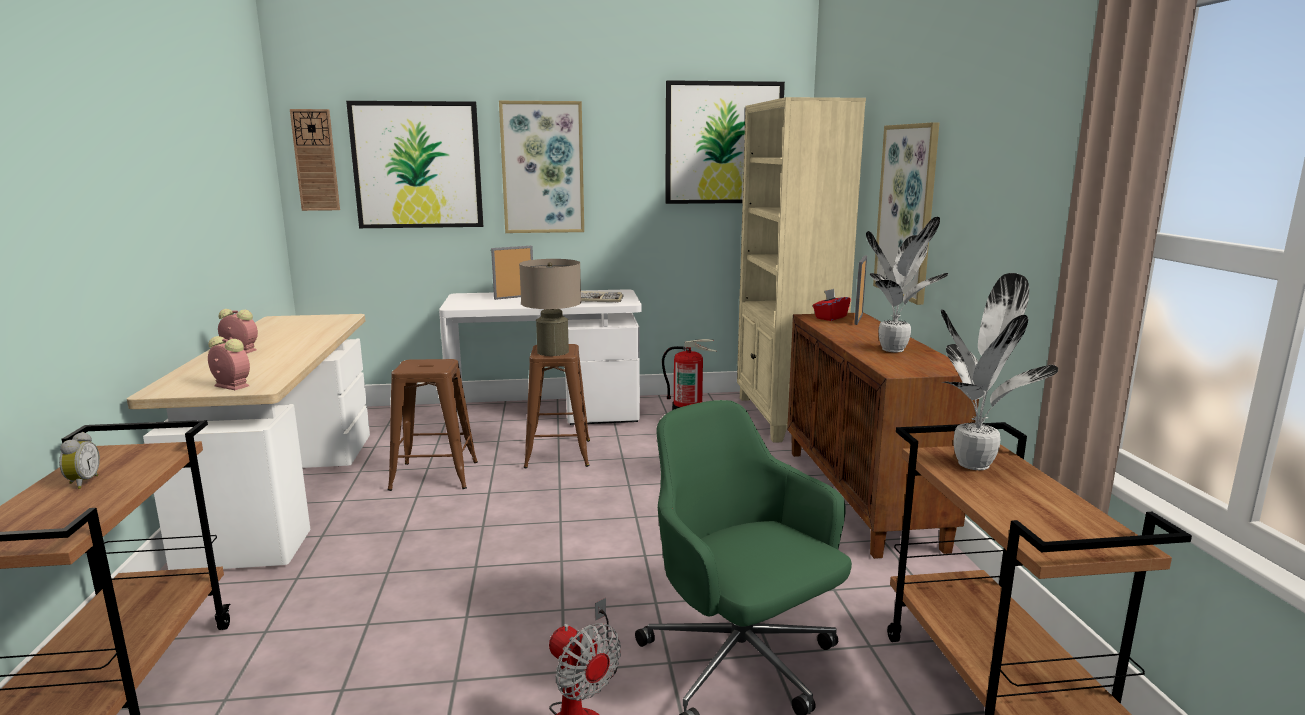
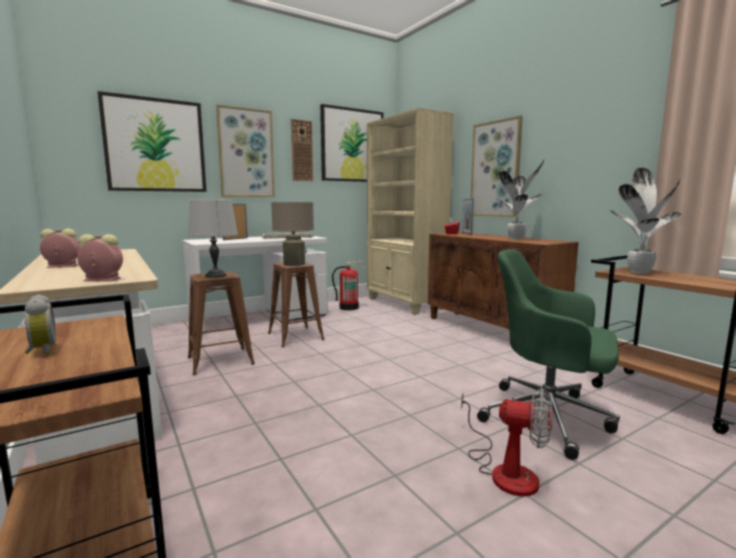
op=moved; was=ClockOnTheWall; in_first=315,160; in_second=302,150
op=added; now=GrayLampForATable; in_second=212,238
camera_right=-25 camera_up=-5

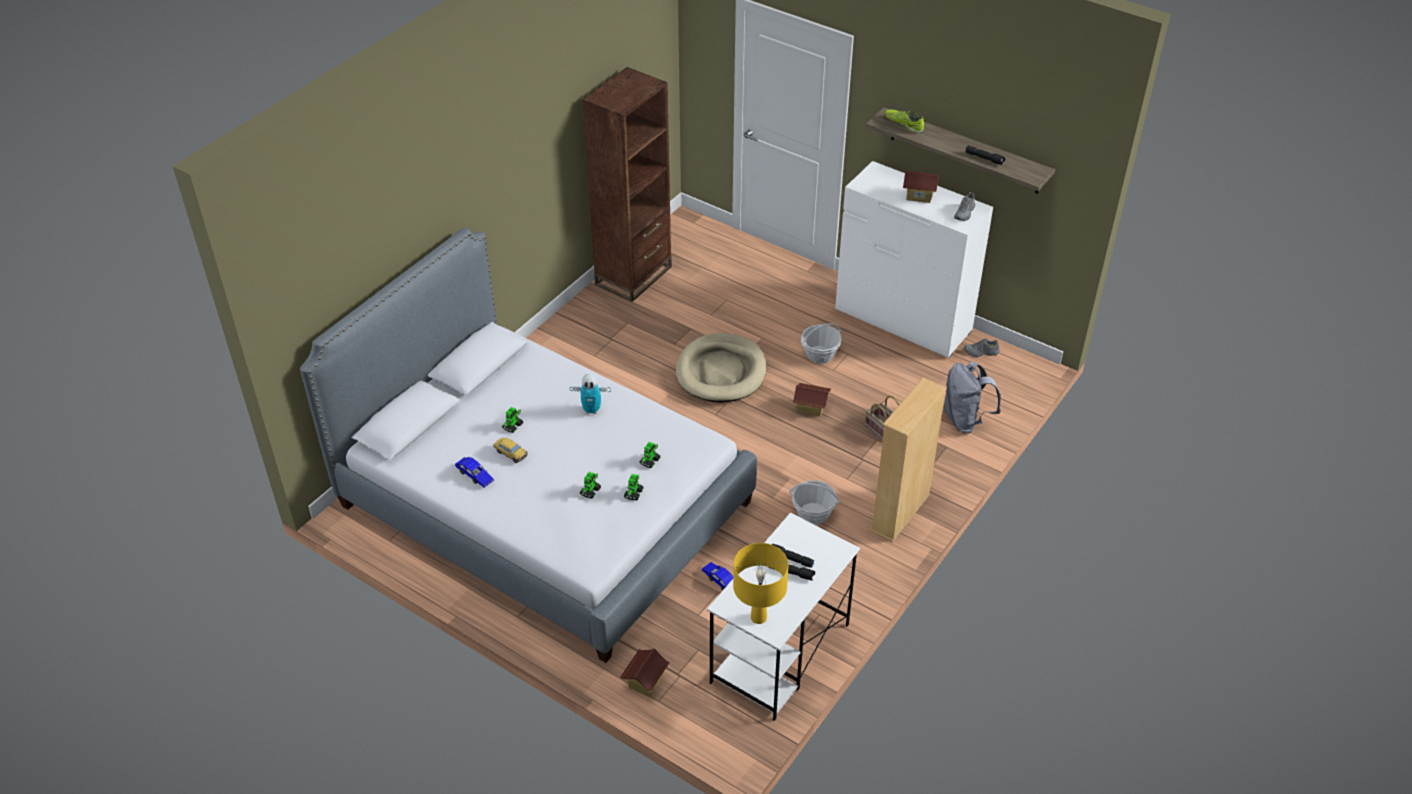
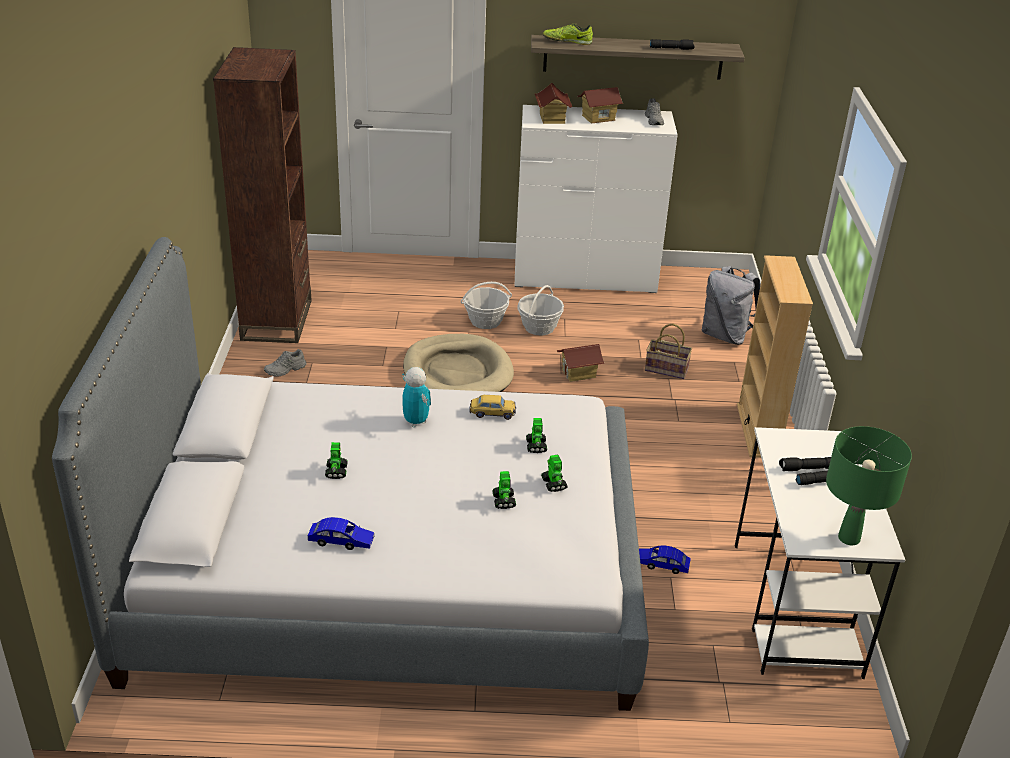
op=moved; was=ToyCar; in_first=511,450; in_second=492,407
op=turned; was=ModelRobot; in_first=590,394; in_second=416,397; clockwise=-90
op=moved; was=ModelHouse; in_first=645,672; in_second=553,103
op=recoloured; was=YellowColouredLampForATable; now=GreenishLampForATable; in_first=760,583; in_second=869,486
op=moved; was=HouseholdBasket; in_first=815,502; in_second=486,305
op=moved; was=GrayShoe; in_first=982,347; in_second=285,363
camera_right=-35 camera_up=-10

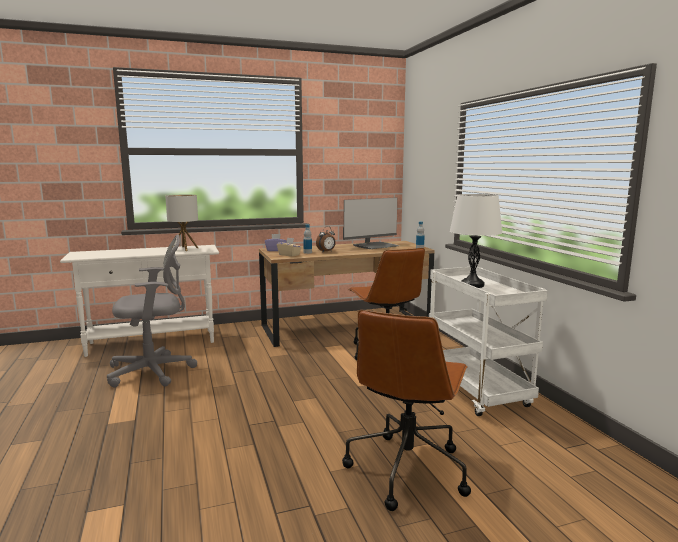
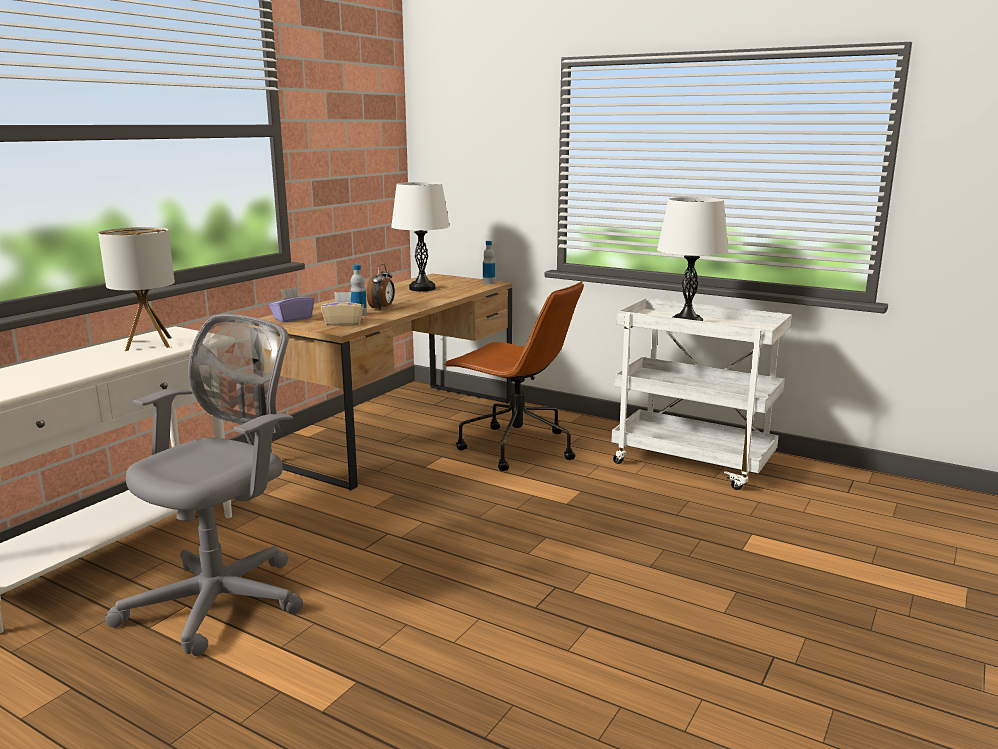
op=removed; was=BrownColouredDeskChair; in_first=406,410
op=replaced; was=ComputerScreen; now=WhiteColouredLampForATable; in_first=371,223; in_second=420,236
camera_right=-40 camera_up=5

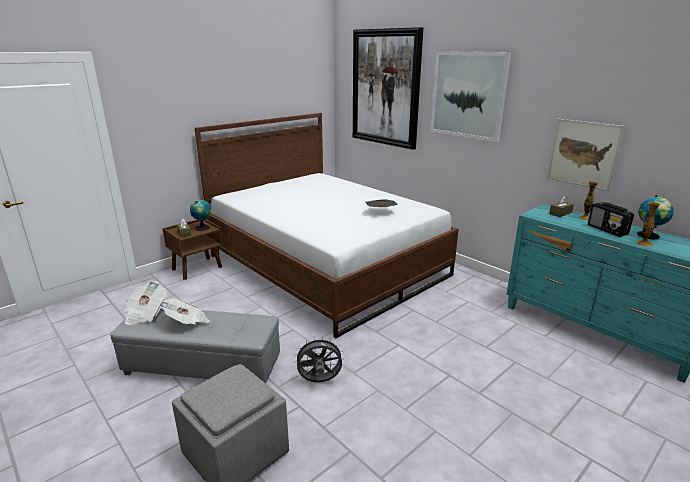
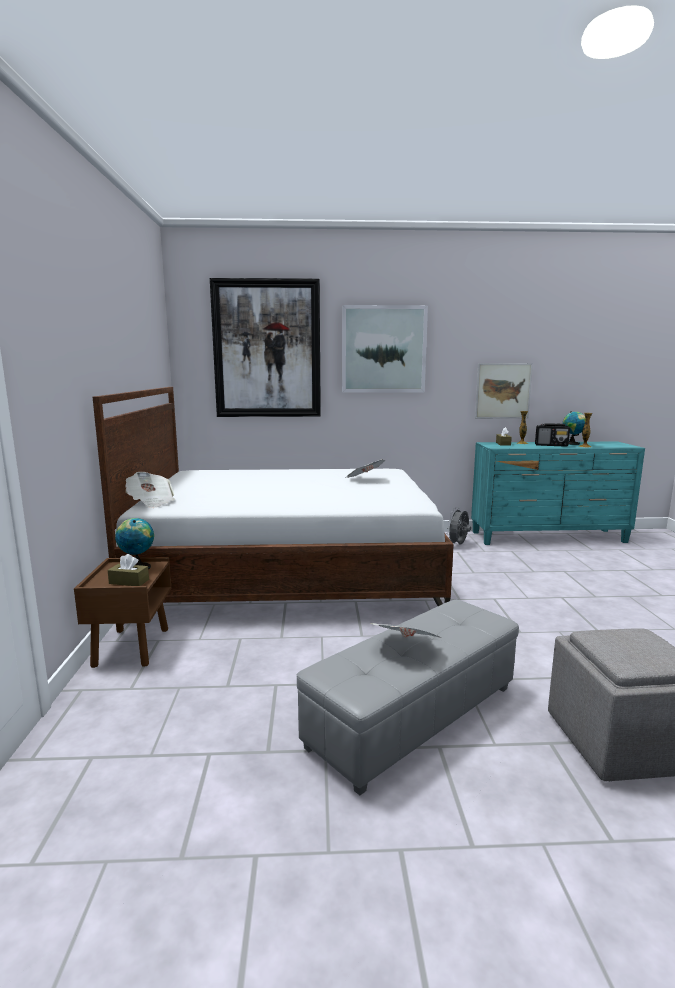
op=moved; was=PrintedPaper; in_first=146,303; in_second=150,490
op=moved; was=GrayElectricFan; in_first=319,359; in_second=458,525
camera_right=-50 camera_up=-10

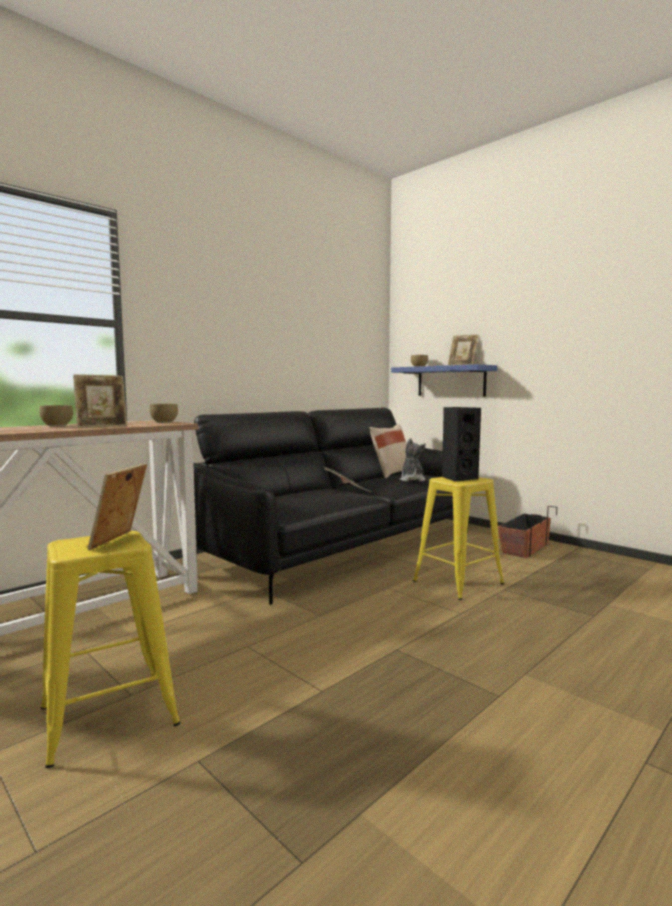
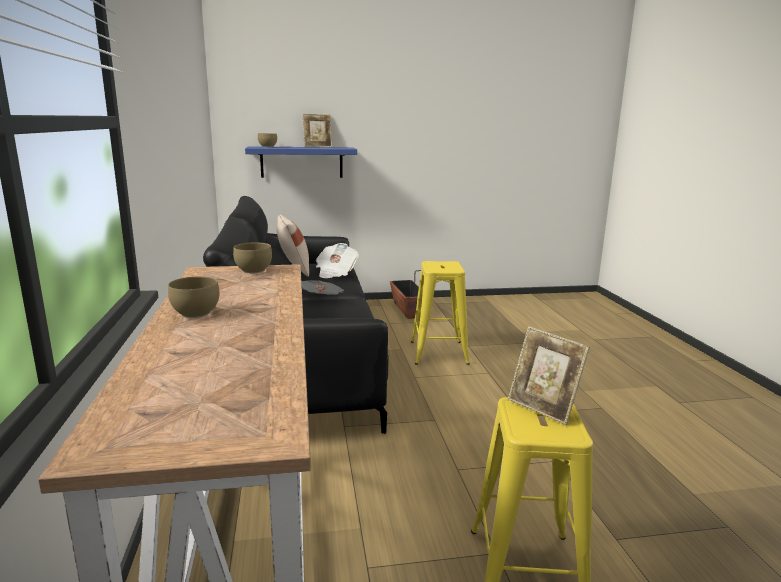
op=removed; was=PhotoFrame; in_first=100,401
op=replaced; was=CuddlyToy; now=PrintedPaper; in_first=412,460; in_second=337,260
op=removed; was=BlackColouredLoudspeaker; in_first=461,444
camera_right=-55 camera_up=10

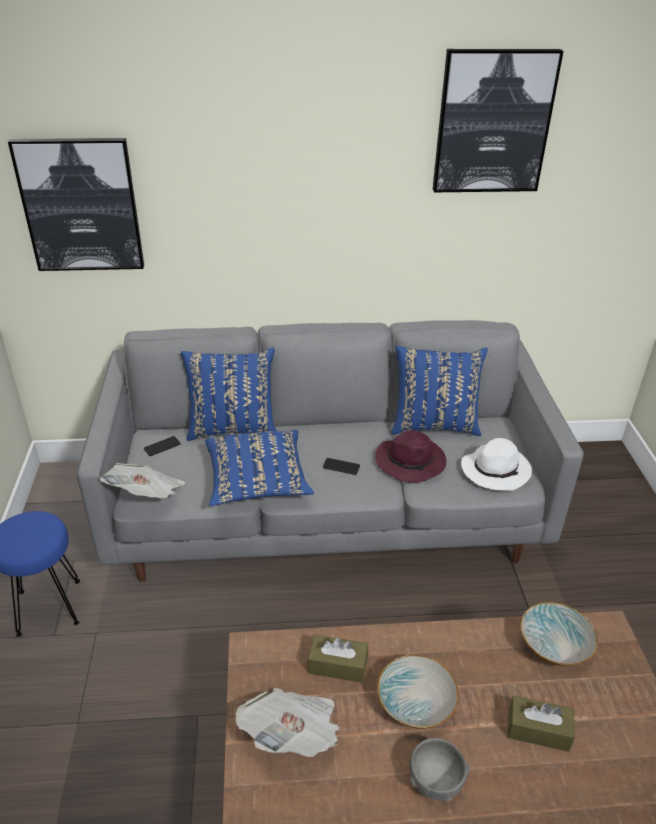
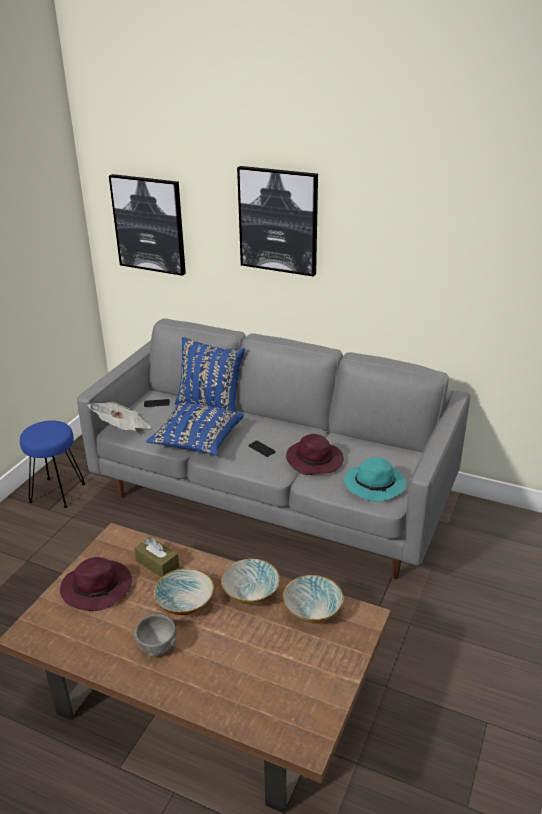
op=replaced; was=PrintedPaper; now=PurpleColouredClothingHat; in_first=287,722; in_second=96,584
op=removed; was=BluishThrowPillow; in_first=439,391
op=moved; was=Picture; in_first=498,120; in_second=277,221
op=recoloured; was=WhiteColouredClothingHat; now=TurquoiseClothingHat; in_first=496,464; in_second=375,479
op=removed; was=BrownColouredTissueBox; in_first=541,723
op=added; now=DeepDish; in_second=250,581
camera_right=30 camera_up=-5

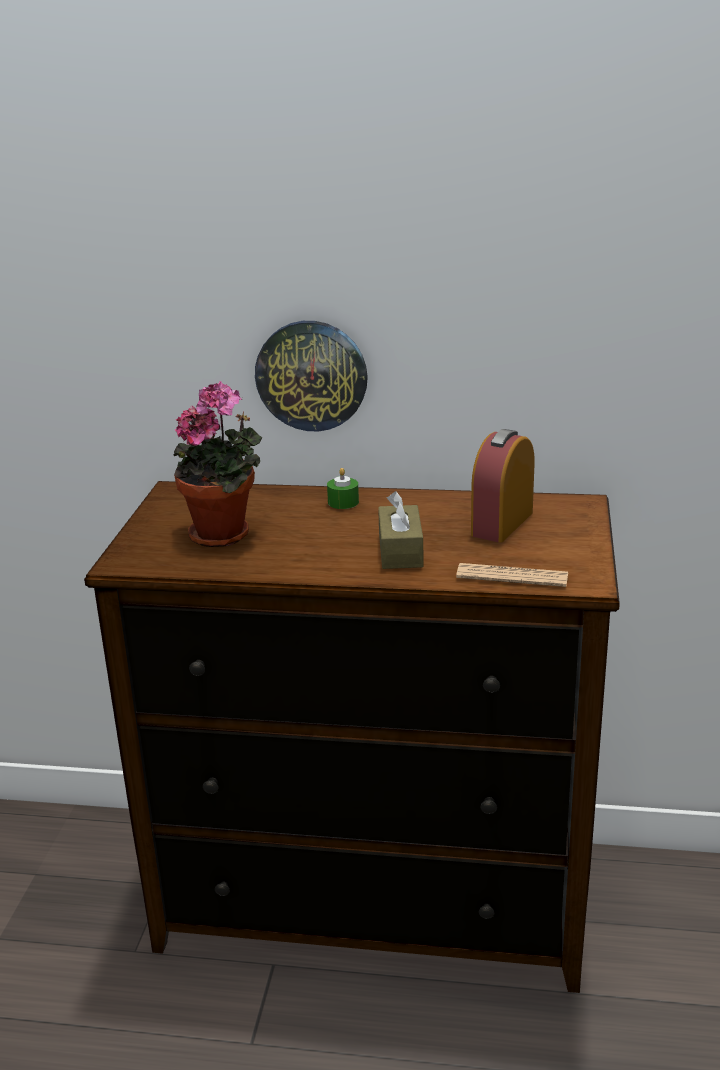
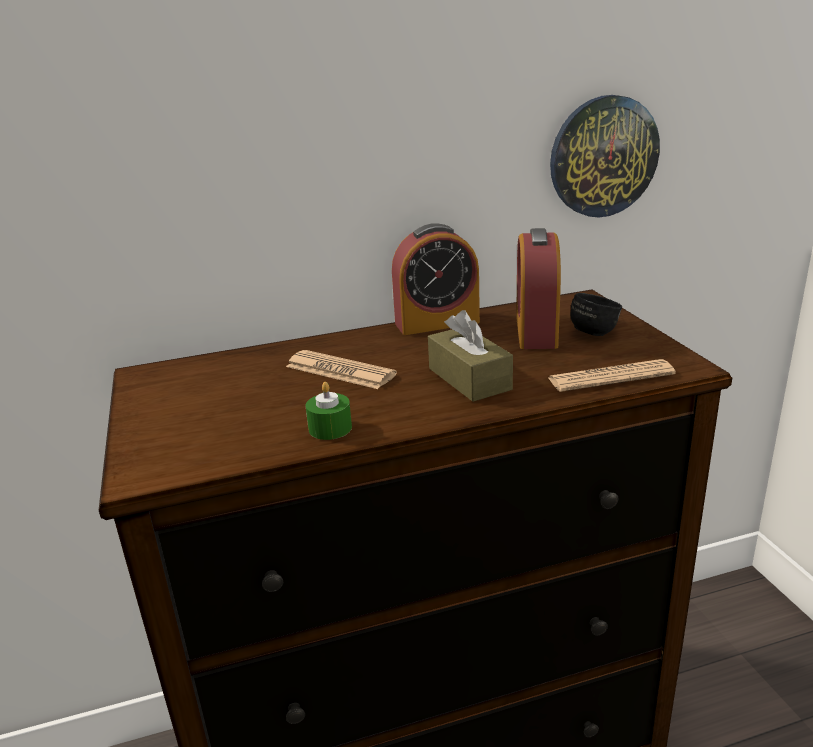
op=removed; was=PottedPlant; in_first=217,464
op=moved; was=ClockOnTheWall; in_first=311,376; in_second=605,156
op=moved; was=GreenishWaxLight; in_first=343,488; in_second=329,411
op=added; now=PrintedPaper; in_second=341,369
op=added; now=BedsideClock; in_second=436,279
op=added; now=BlackColouredMug; in_second=596,314
camera_right=-25 camera_up=0

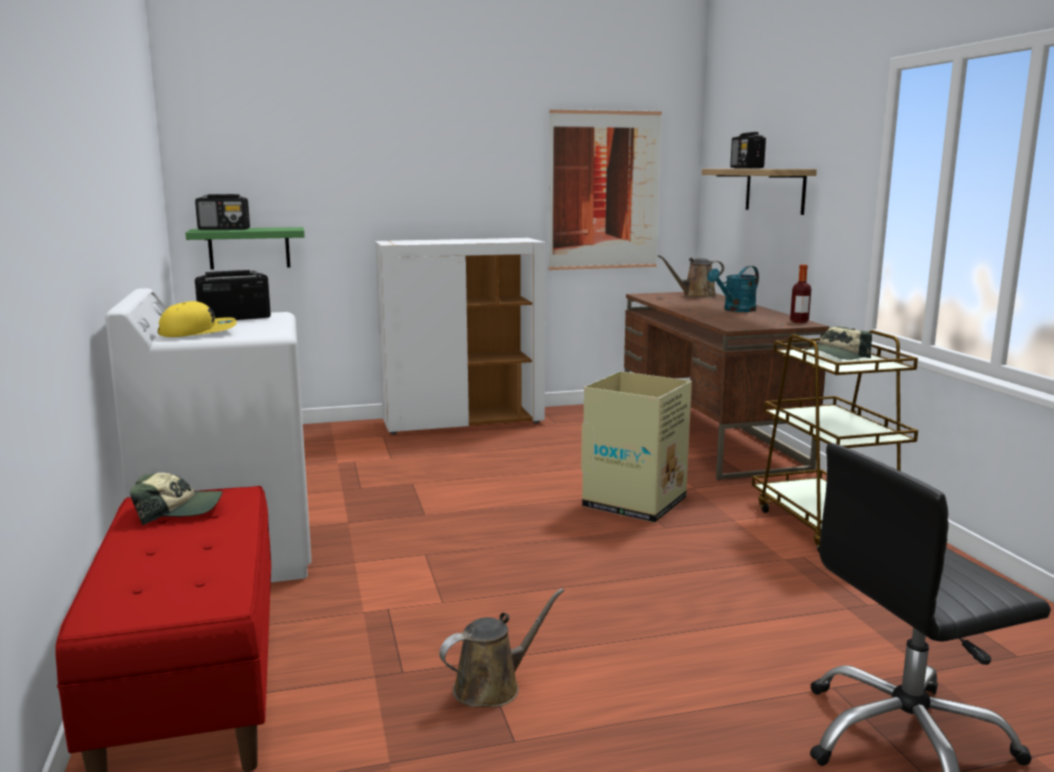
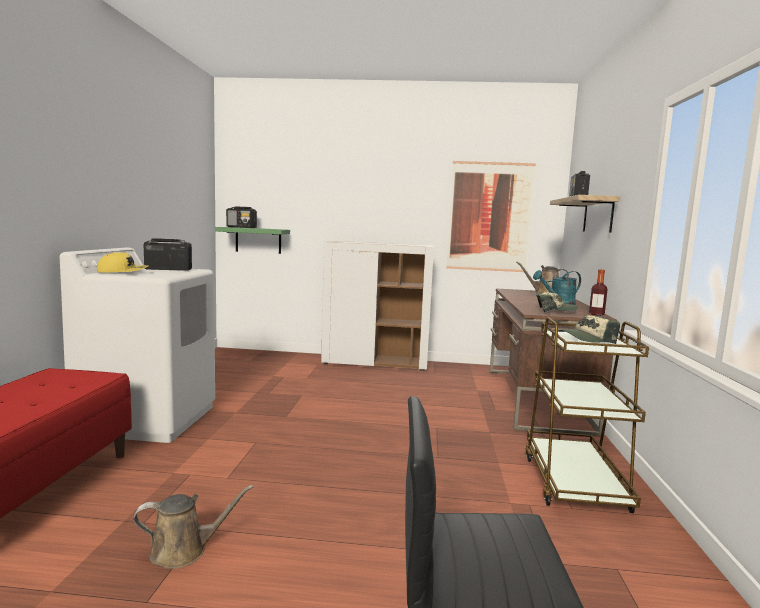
op=moved; was=PeakedCap; in_first=176,499; in_second=557,302
op=removed; was=Carton; in_first=636,447
camera_right=20 camera_up=-5

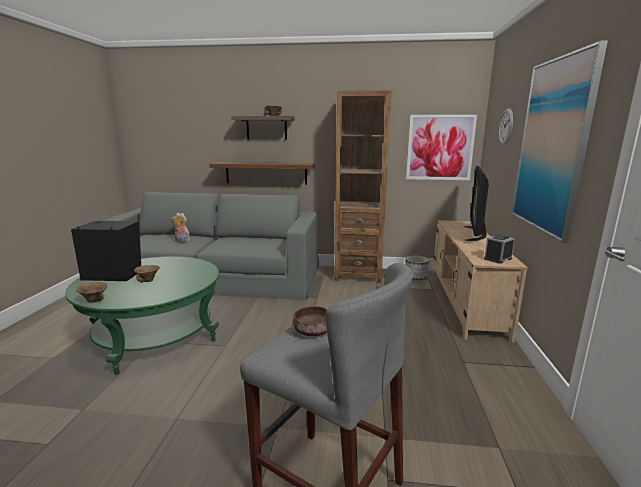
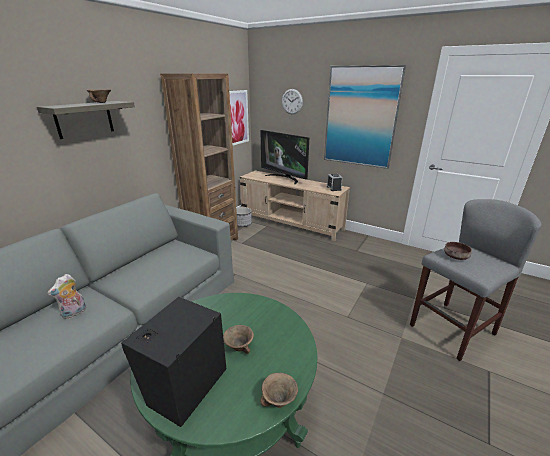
op=removed; was=BrownColouredShelf; in_first=262,173
camera_right=-65 camera_up=10

